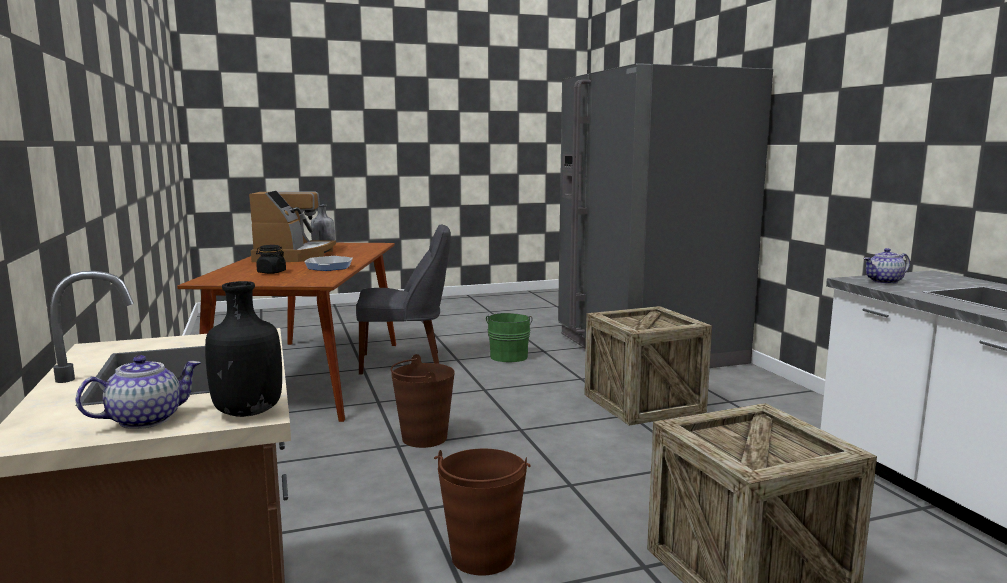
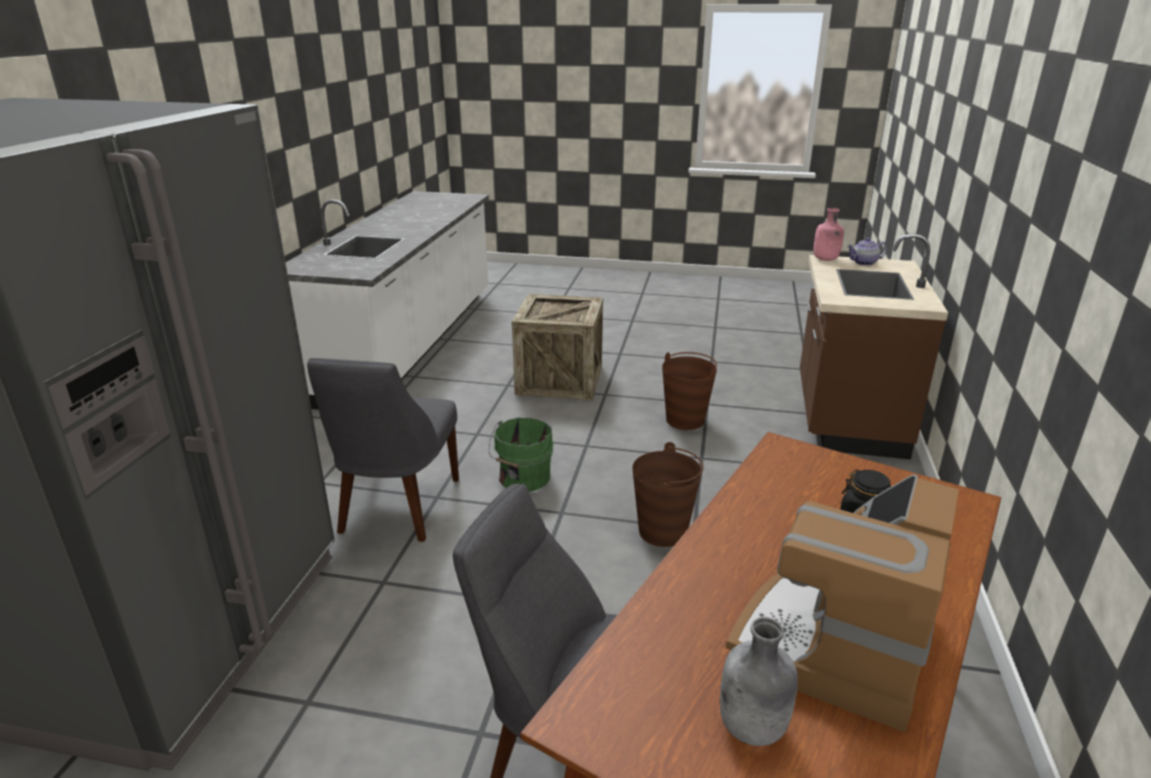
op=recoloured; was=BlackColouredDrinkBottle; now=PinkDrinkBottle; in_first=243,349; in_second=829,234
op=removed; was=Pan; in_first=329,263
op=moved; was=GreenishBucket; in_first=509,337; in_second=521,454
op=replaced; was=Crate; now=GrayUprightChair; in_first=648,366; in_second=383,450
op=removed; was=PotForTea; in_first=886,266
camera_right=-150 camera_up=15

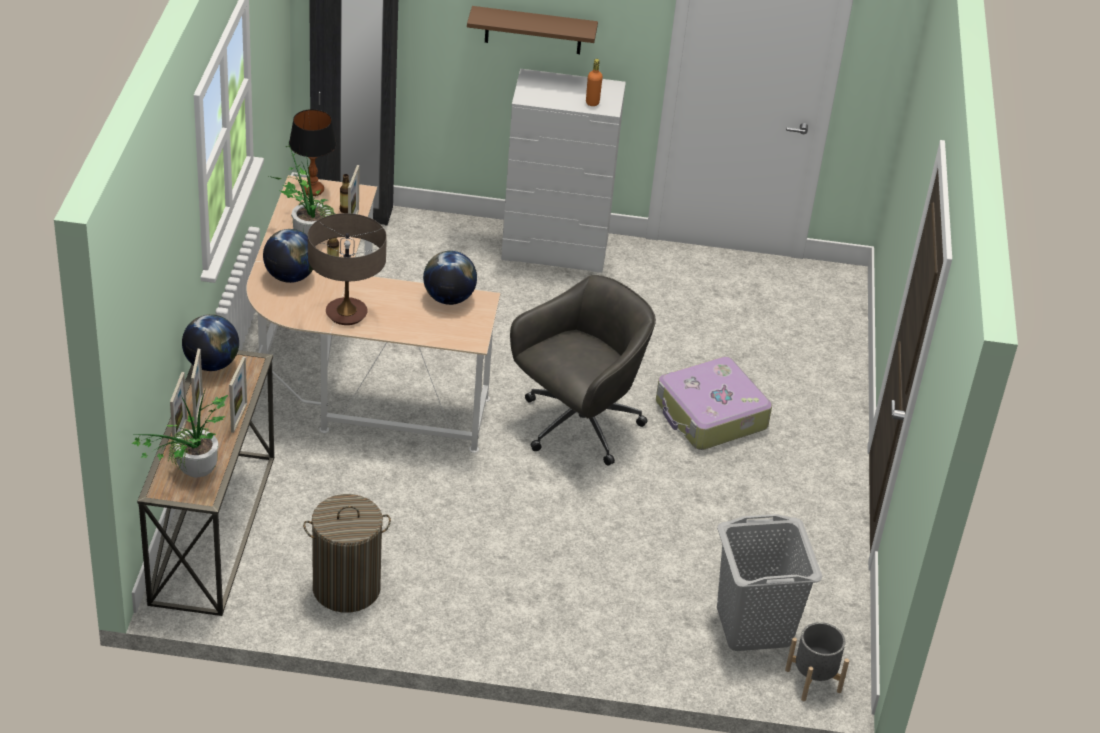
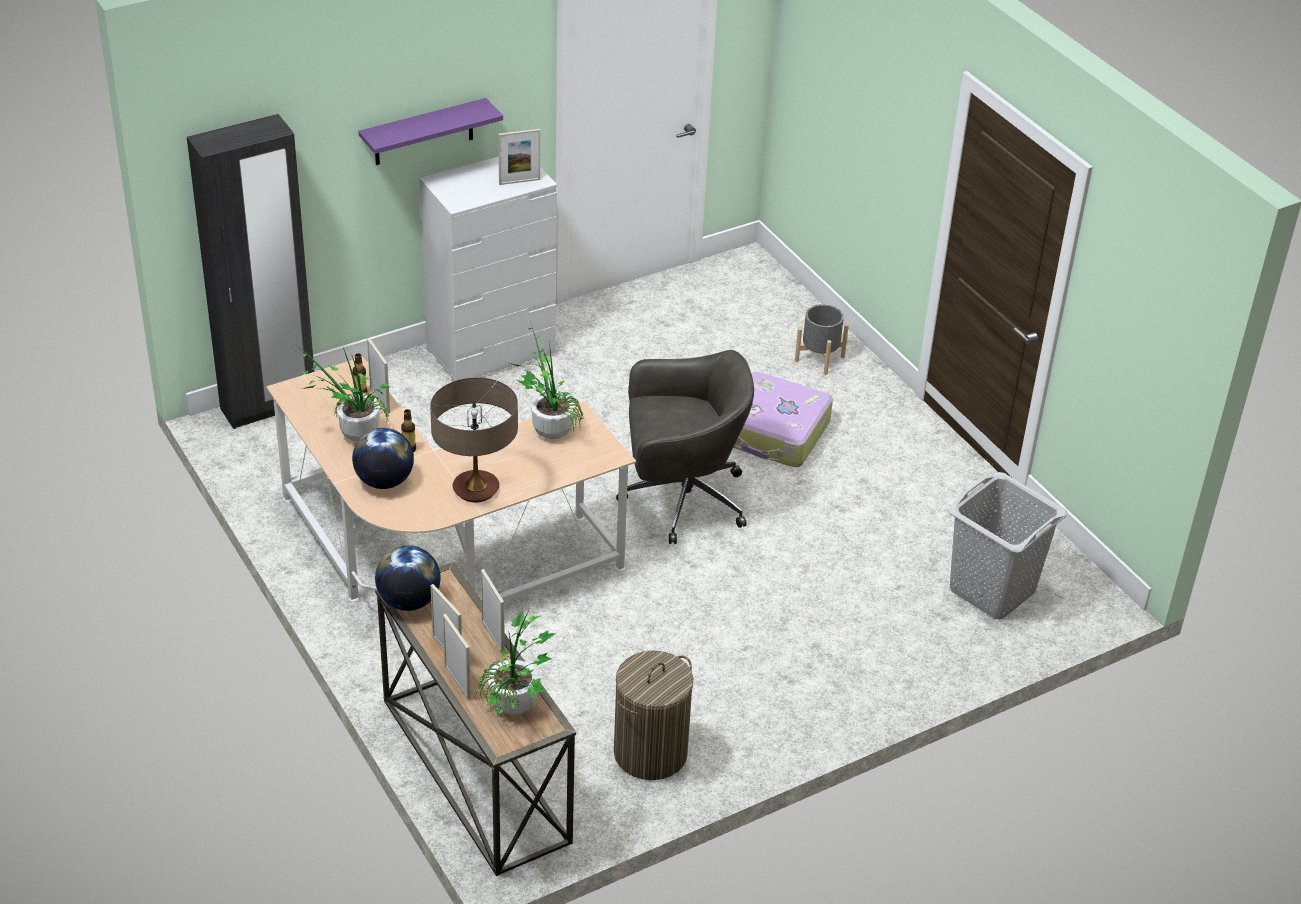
op=removed; was=LampForATable; in_first=312,152
op=replaced; was=DeskGlobe; now=PottedPlant; in_first=450,278; in_second=547,381
op=recoloured; was=BrownColouredShelf; now=PurpleColouredShelf; in_first=532,30; in_second=430,131
op=turned; was=GrayDeskChair; in_first=583,370; in_second=685,447; clockwise=75
op=replaced; was=OrangeyDrinkBottle; now=PhotoFrame; in_first=594,82; in_second=519,157
op=moved; was=GrayPlantPot; in_first=817,661; in_second=822,339
camera_right=-35 camera_up=0

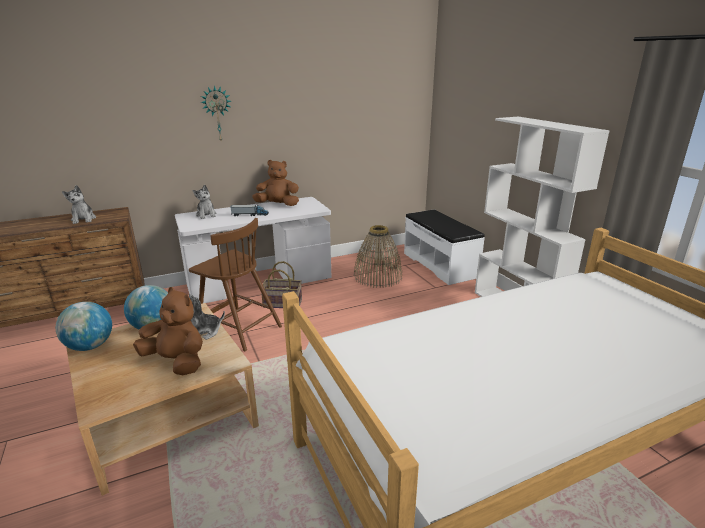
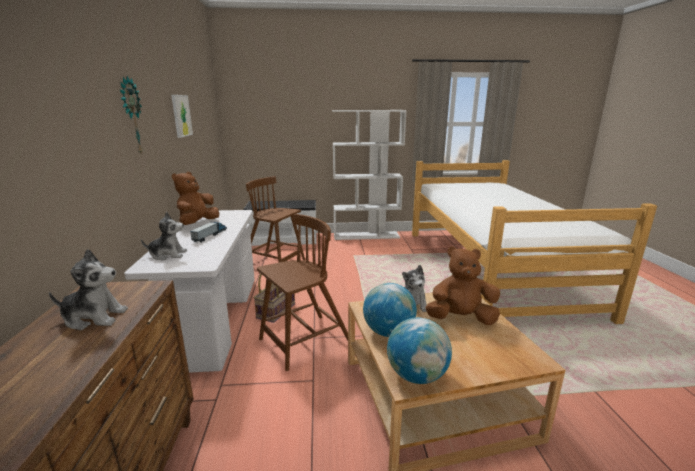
op=turned; was=BrownColouredCuddlyToy; in_first=168,331; in_second=463,285; clockwise=45
op=replaced; was=HouseholdBasket; now=BrownColouredUprightChair; in_first=378,256; in_second=275,219
op=added; now=Picture; in_second=182,116
camera_right=-70 camera_up=-5

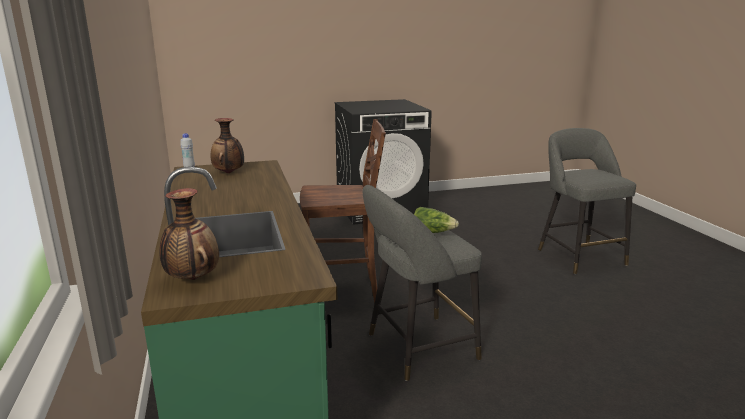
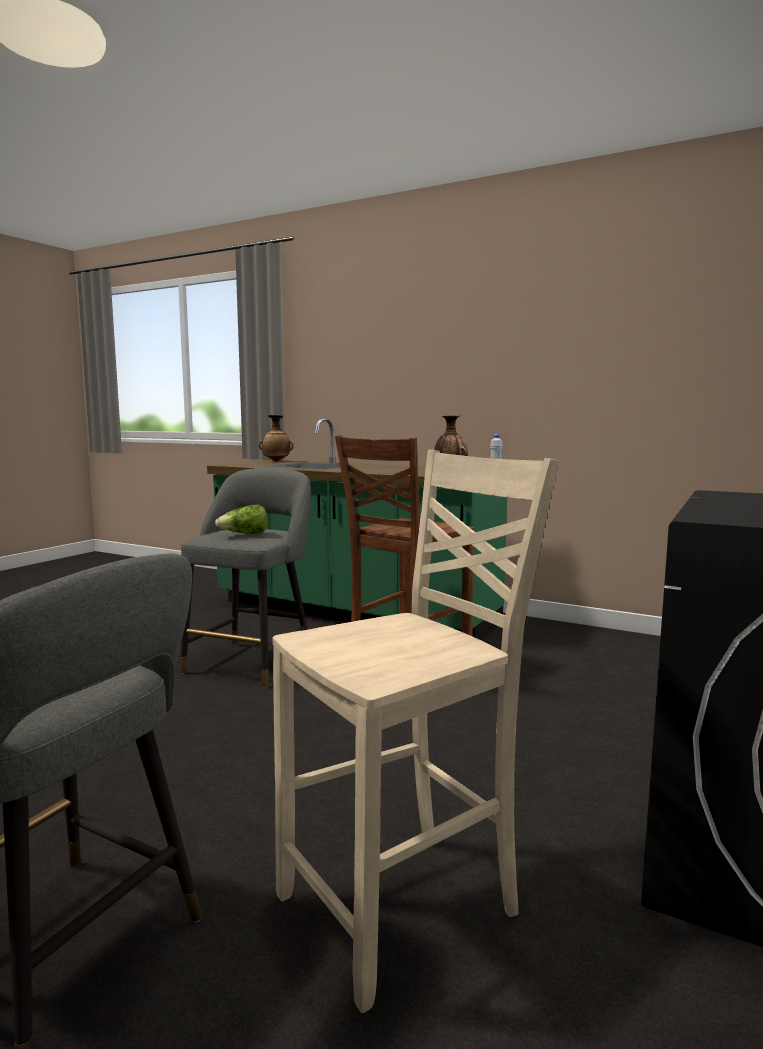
op=added; now=BeigeColouredUprightChair; in_second=416,731
camera_right=135 camera_up=-10

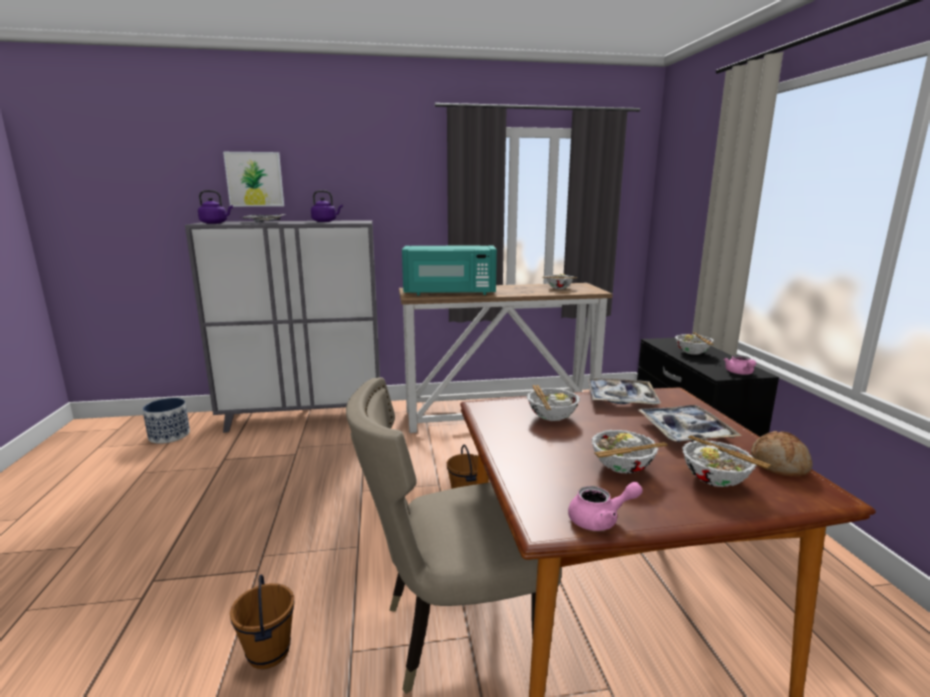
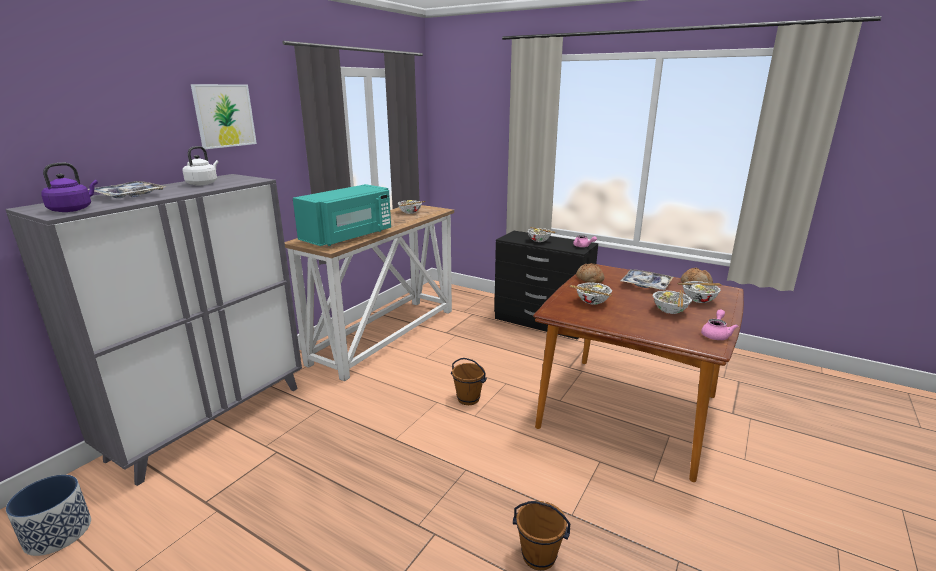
op=moved; was=Picture; in_first=253,179; in_second=224,116
op=recoloured; was=PurpleColouredKettle; now=WhiteColouredKettle; in_first=327,206; in_second=200,165
op=removed; was=BeigeColouredUprightChair; in_first=454,535
op=replaced; was=Tray; now=Bread; in_first=624,391; in_second=590,273
camera_right=-50 camera_up=5

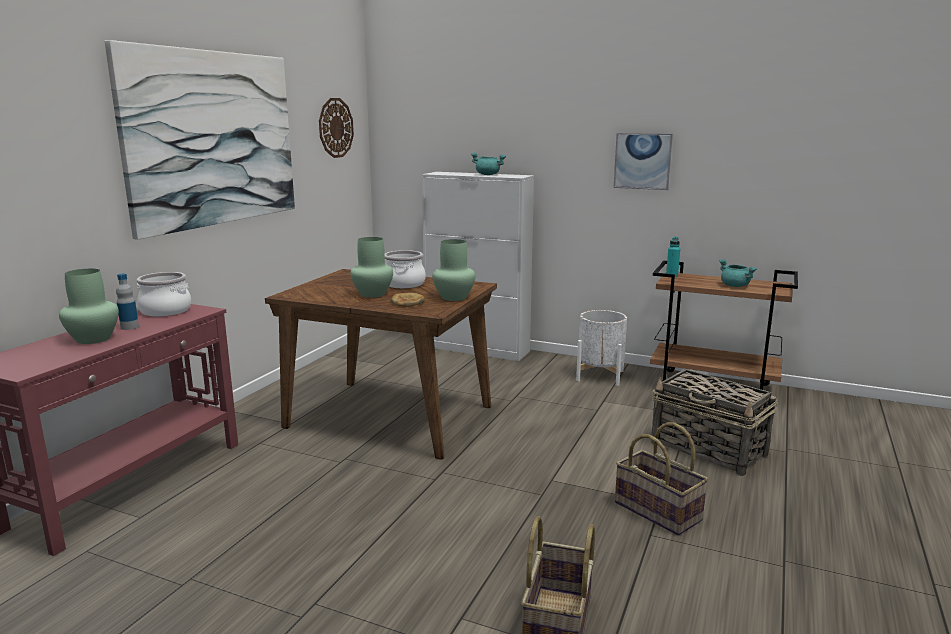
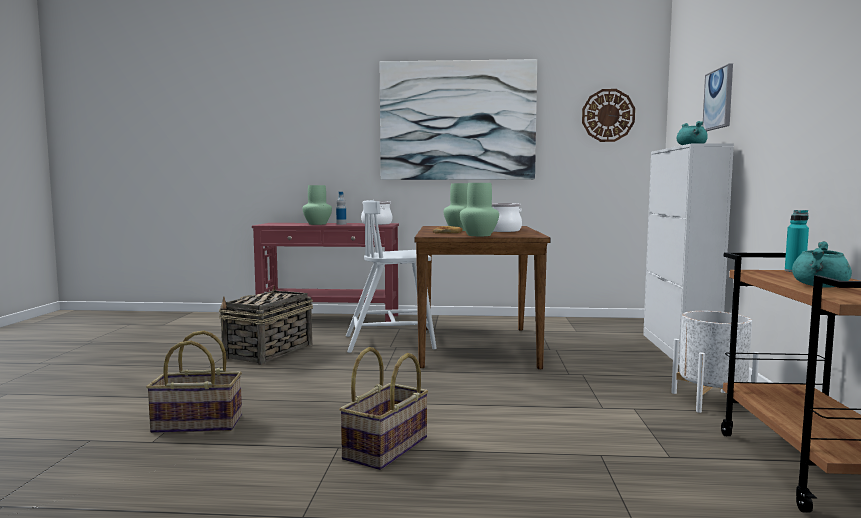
op=moved; was=Picture; in_first=643,161; in_second=717,97
op=moved; was=HouseholdBasket; in_first=714,422; in_second=266,325
op=added; now=WhiteColouredUprightChair; in_second=391,276
camera_right=70 camera_up=-10

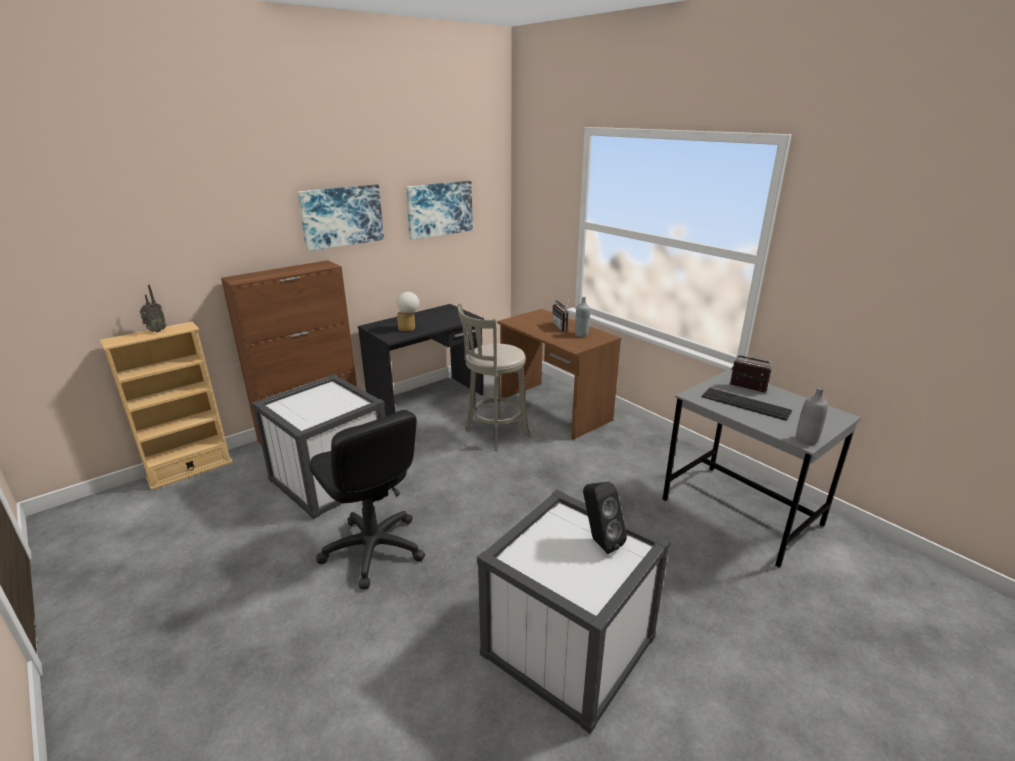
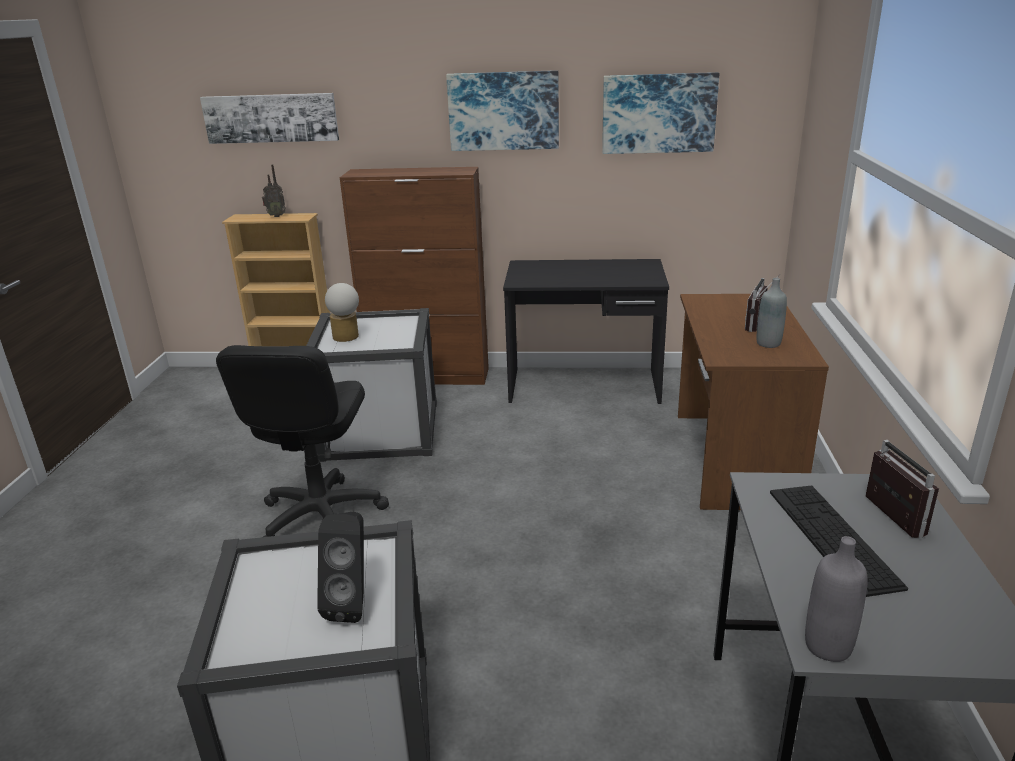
op=moved; was=LampForATable; in_first=408,311; in_second=342,312
op=removed; was=GrayStool; in_first=494,377
op=added; now=Picture; in_second=269,118
camera_right=45 camera_up=0

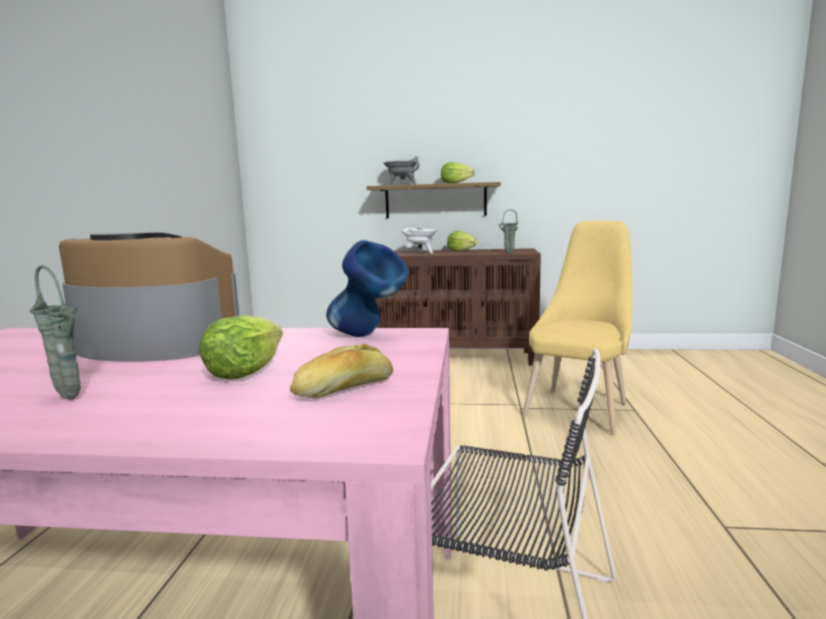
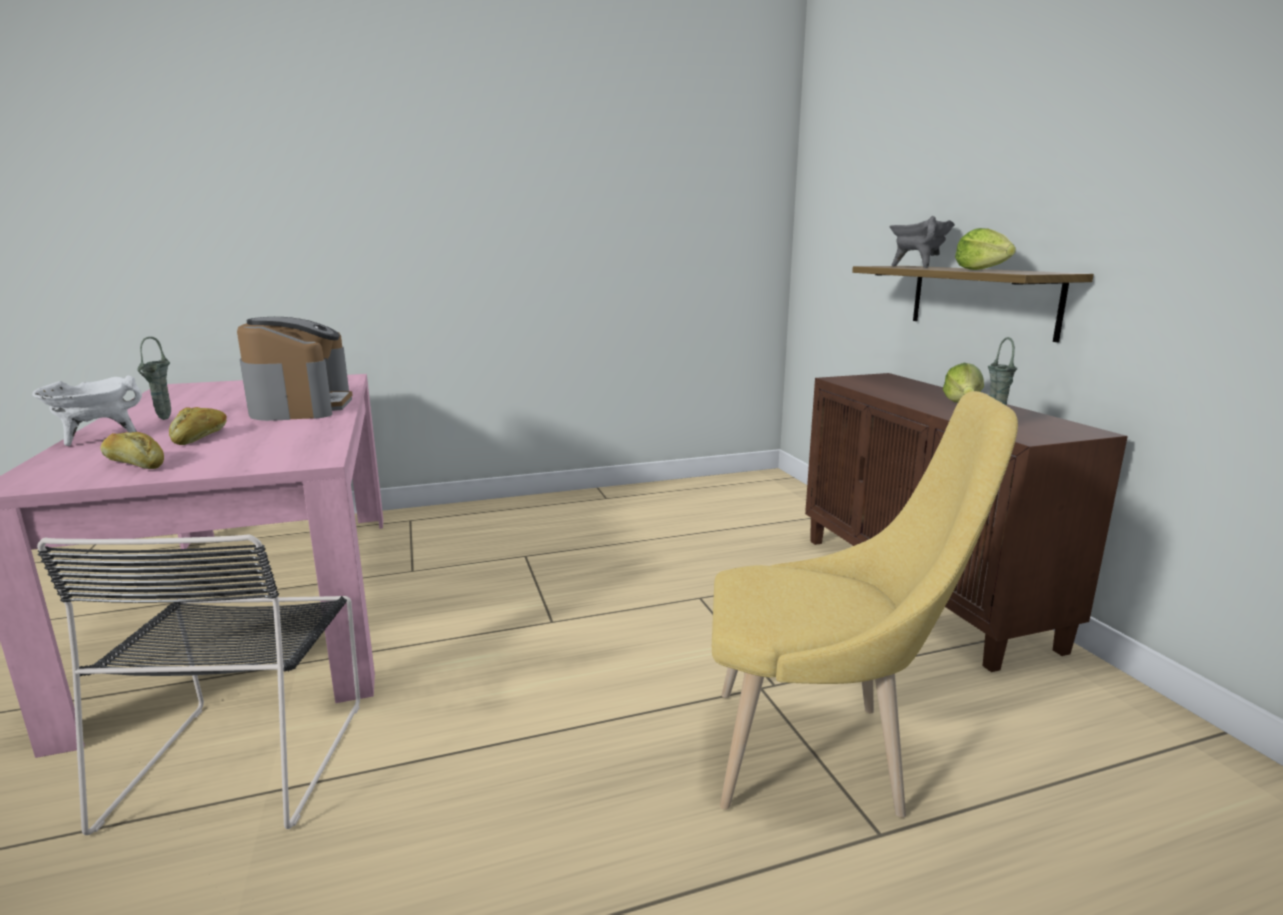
op=replaced; was=HeadOfLettuce; now=Bread; in_first=241,347; in_second=198,426
op=removed; was=BluishFlowerVase; in_first=367,288
op=moved; was=WhiteColouredSaucepot; in_first=419,239; in_second=87,411
camera_right=65 camera_up=5

